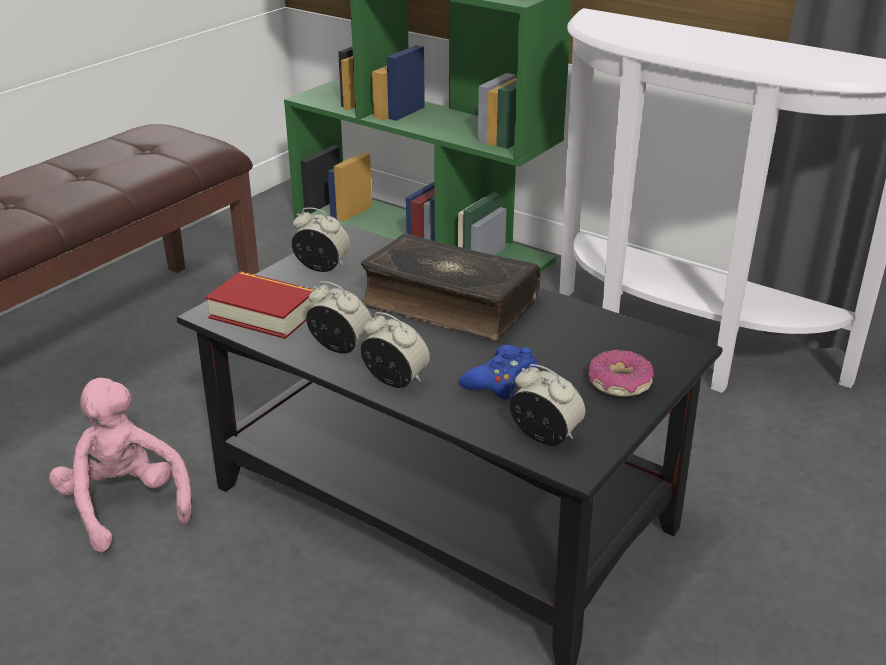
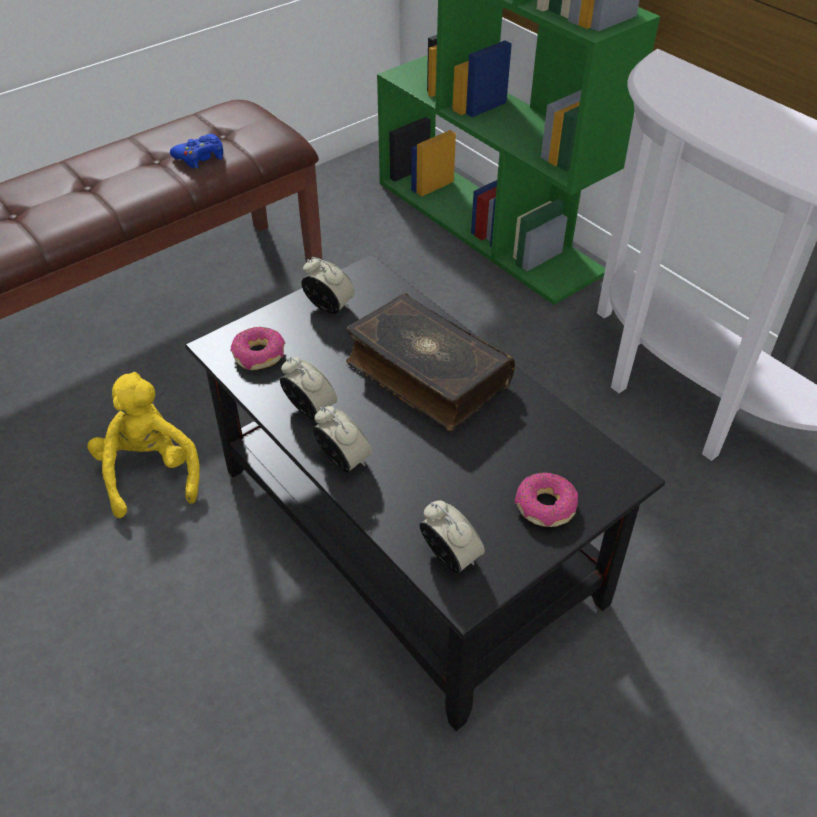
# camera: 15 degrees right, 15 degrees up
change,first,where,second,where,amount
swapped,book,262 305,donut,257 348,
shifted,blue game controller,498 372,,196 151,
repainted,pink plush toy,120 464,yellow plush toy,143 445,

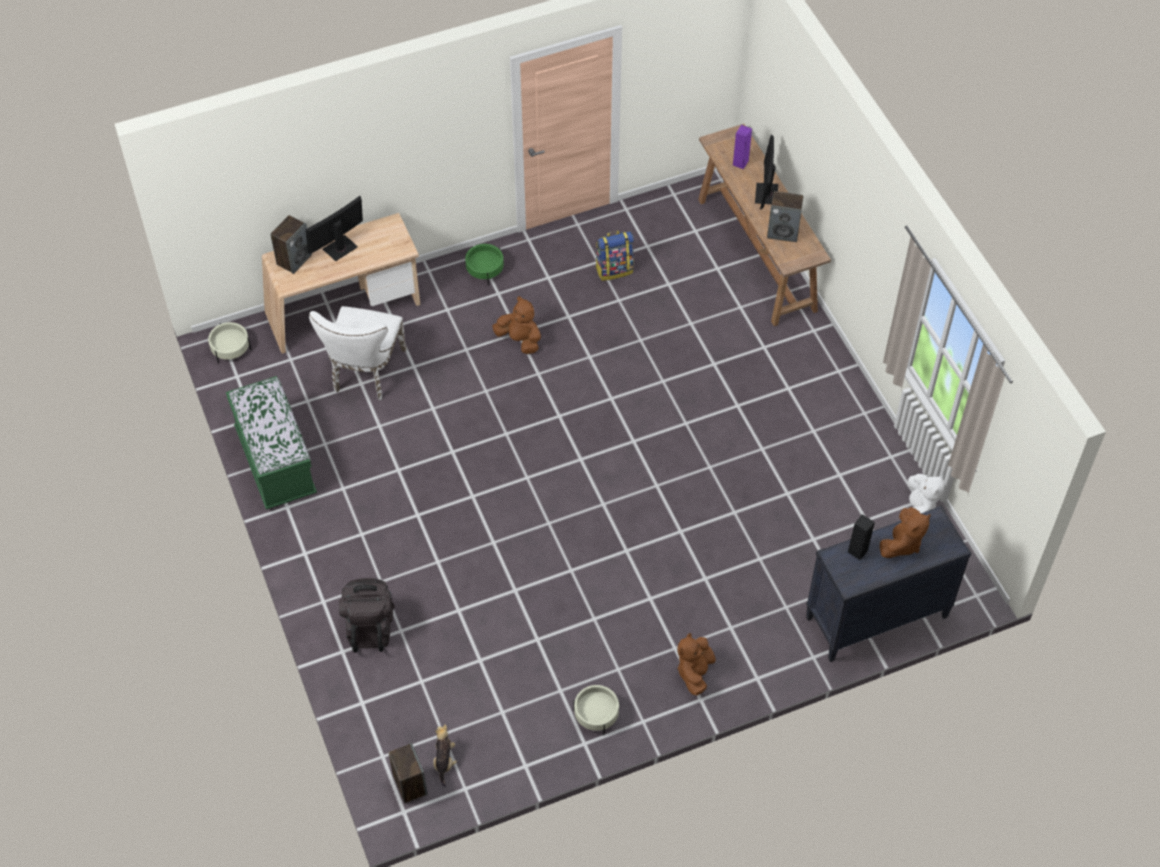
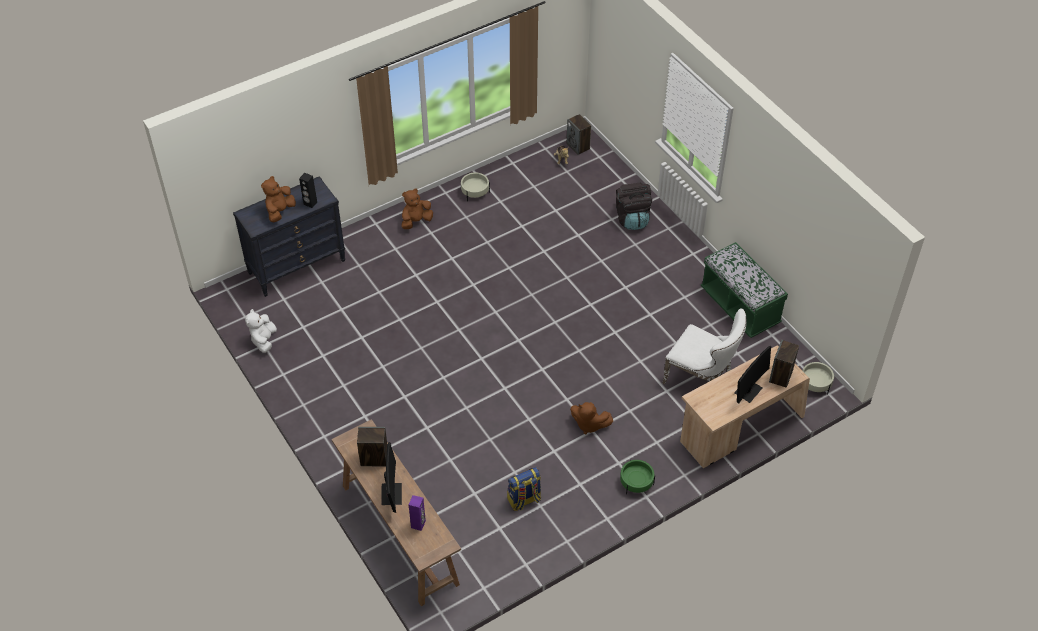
# camera: 170 degrees right, 5 degrees down
change,first,where,second,where,amount
rotated,white chair,357 353,,704 346,120 degrees clockwise
rotated,brown plush toy,697 664,,417 208,135 degrees counterclockwise

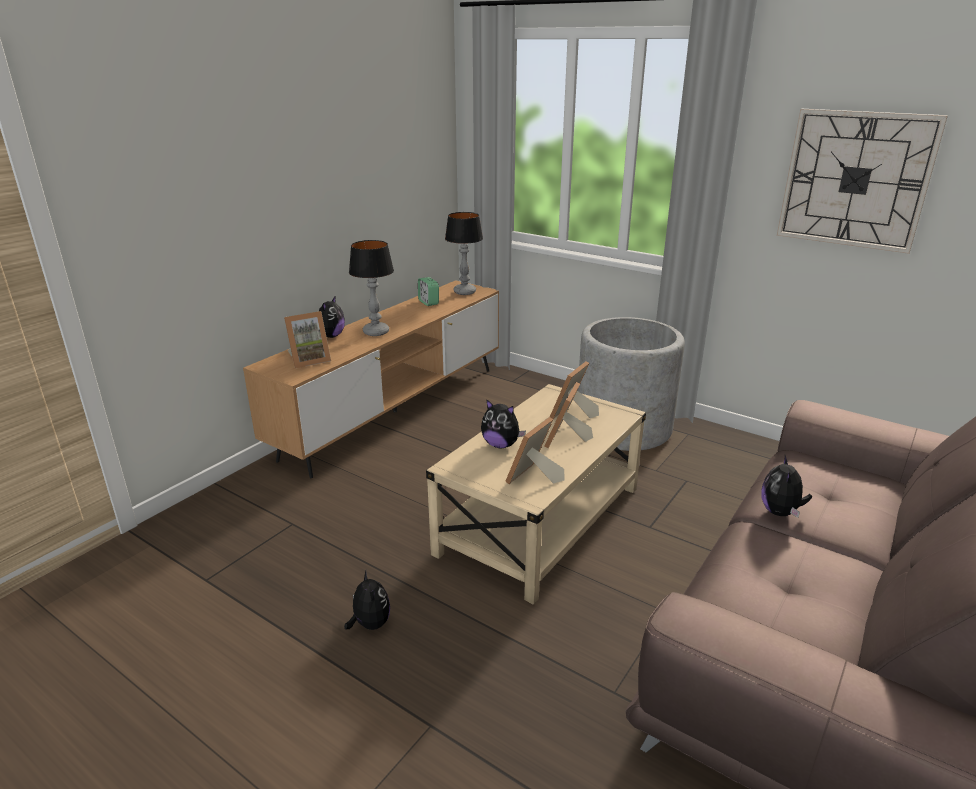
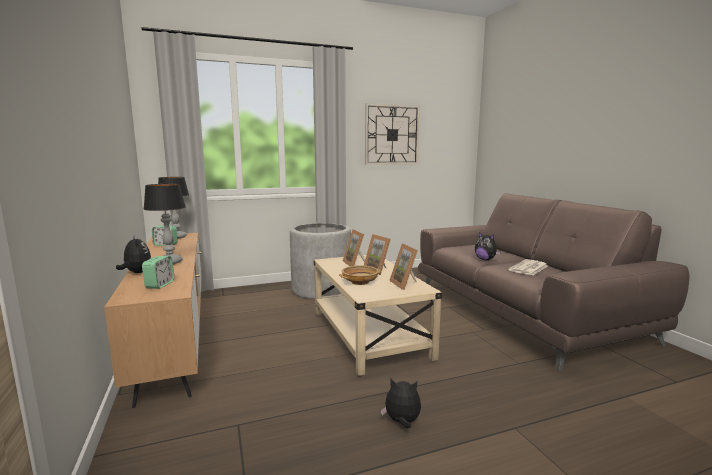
# camera: 55 degrees left, 15 degrees down
change,first,where,second,where,amount
swapped,picture frame,307 339,alarm clock,158 272,
swapped,plush toy,503 423,beige bowl,360 275,
new,,,newspaper,528 267,

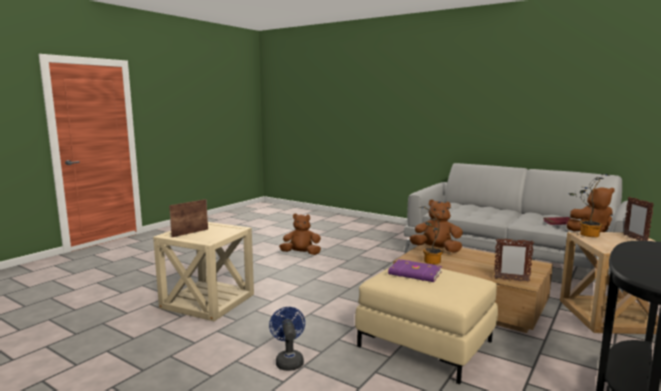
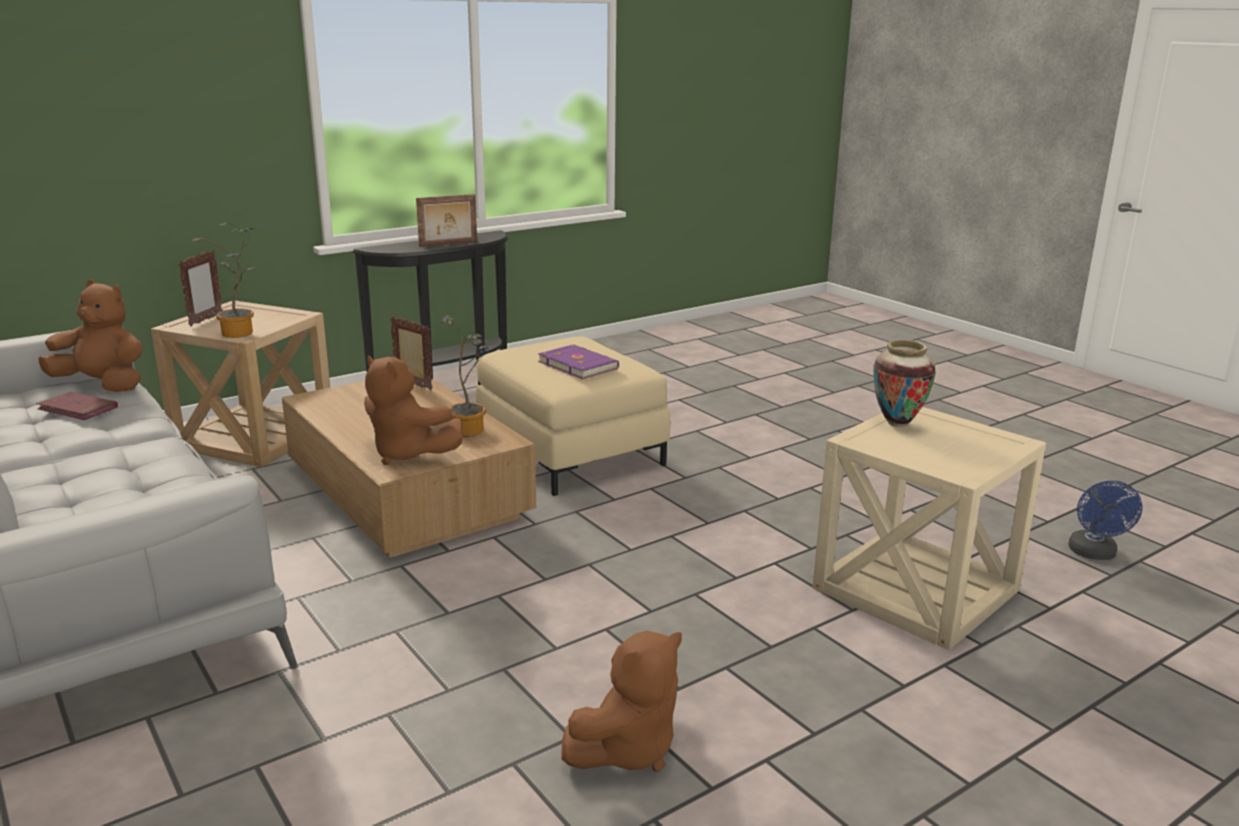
# camera: 160 degrees left, 10 degrees up
change,first,where,second,where,amount
shifted,picture frame,188 218,,446 220,
rotated,brown plush toy,300 234,,621 701,60 degrees counterclockwise
shifted,blue fan,287 339,,1105 520,
new,,,vase,904 383,

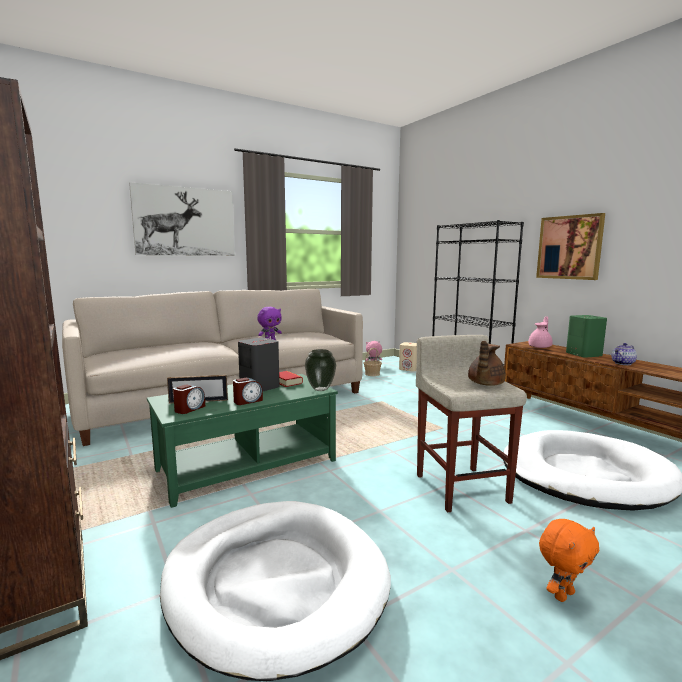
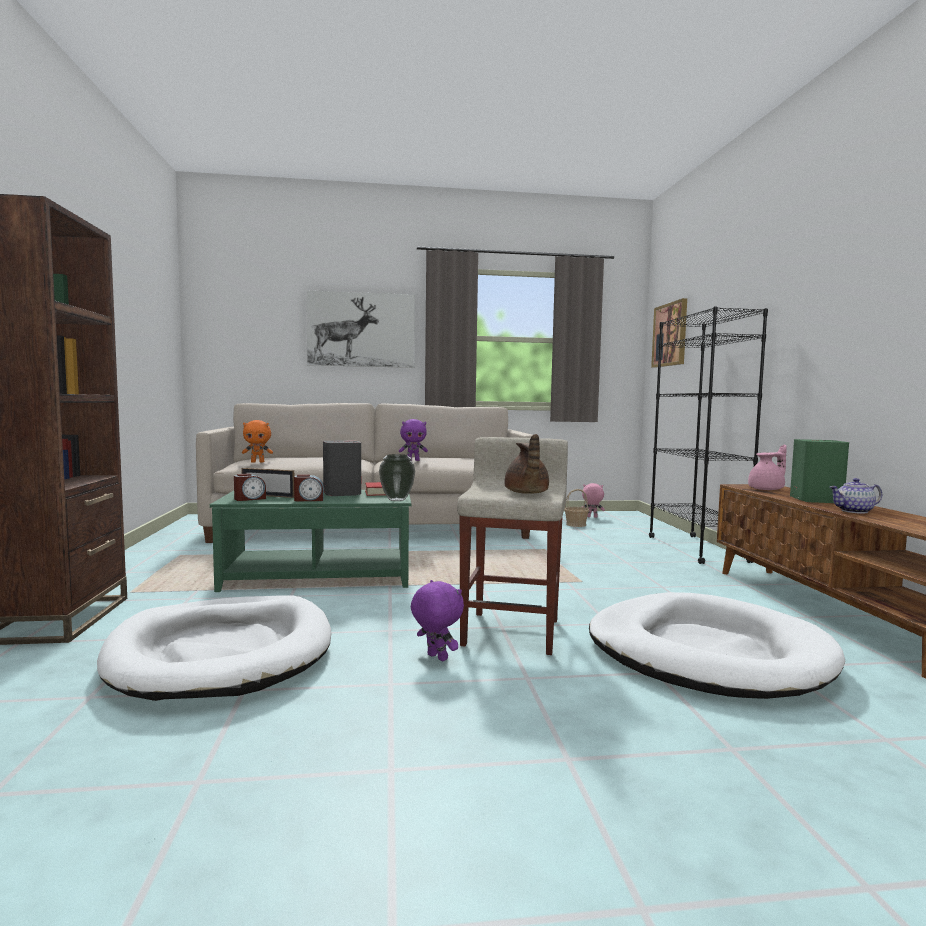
# camera: 25 degrees right, 5 degrees down
change,first,where,second,where,amount
shifted,picture,570 246,,669 333,
rotated,brown teapot,487 363,,526 464,60 degrees counterclockwise
gone,beige speaker,408 356,,,
shifted,orange plush toy,569 560,,257 441,
new,,,purple plush toy,437 620,

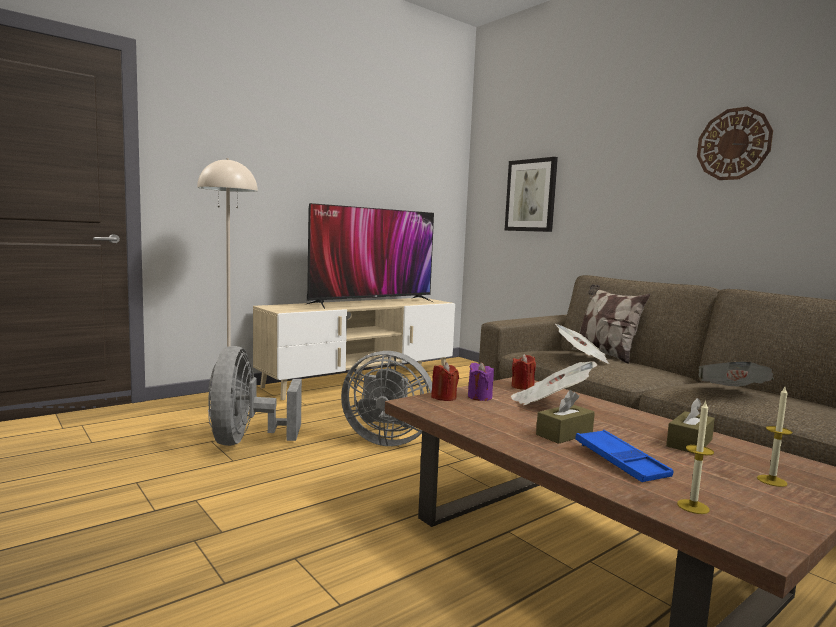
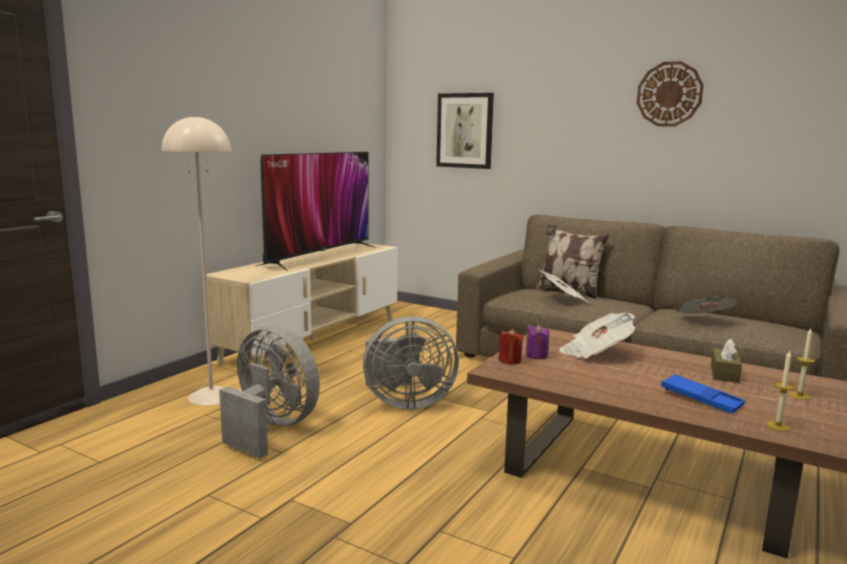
# camera: 20 degrees left, 5 degrees up
change,first,where,second,where,amount
rotated,grey fan,255 396,,269 392,150 degrees clockwise
gone,red candle,524 372,,,
gone,brown tissue box,565 417,,,

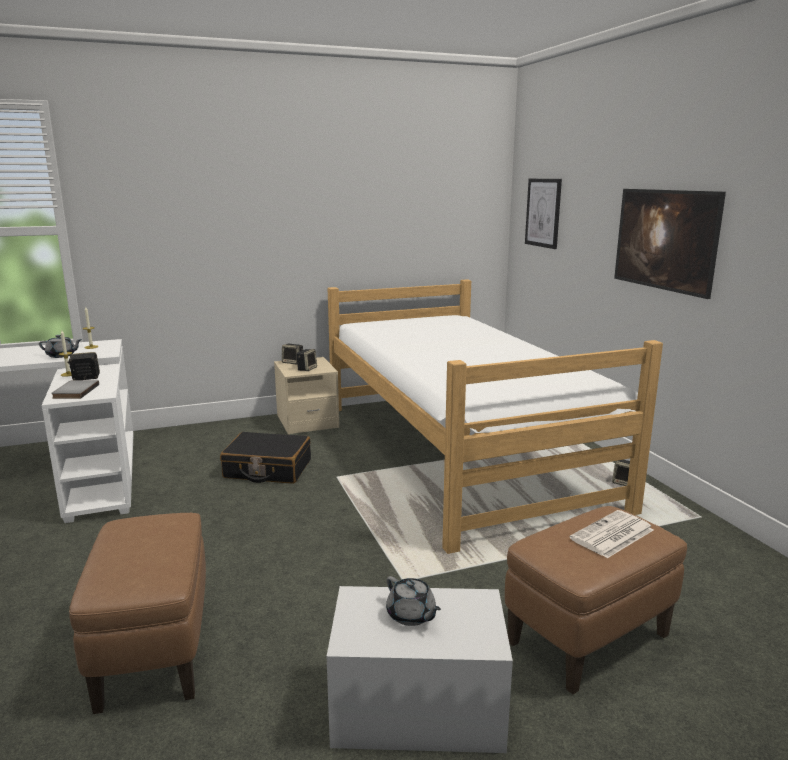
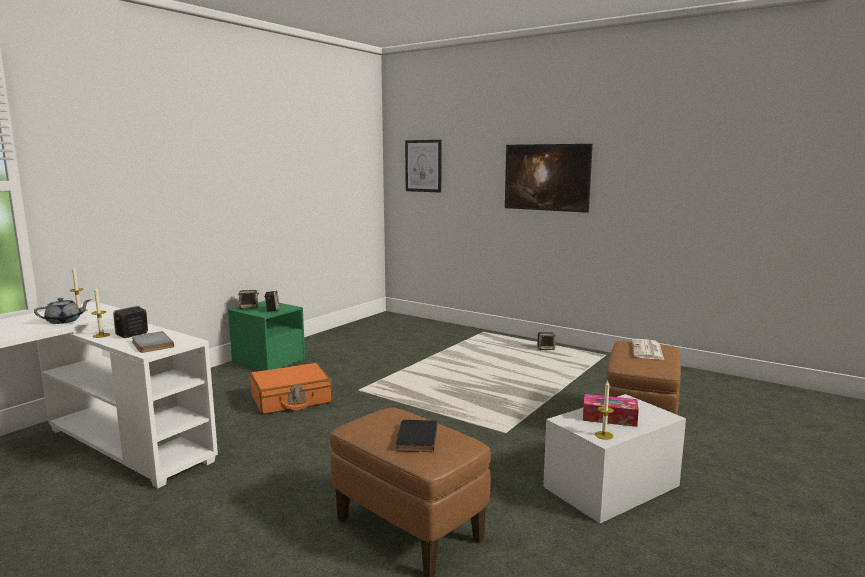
# camera: 35 degrees left, 5 degrees down
change,first,where,second,where,amount
gone,bed,495 416,,,
repainted,beige nightstand,306 395,green nightstand,266 336,
repainted,black suitcase,265 458,orange suitcase,291 388,
swapped,grey teapot,413 601,tissue box,611 410,
new,,,candle,604 410,
new,,,black book,417 436,

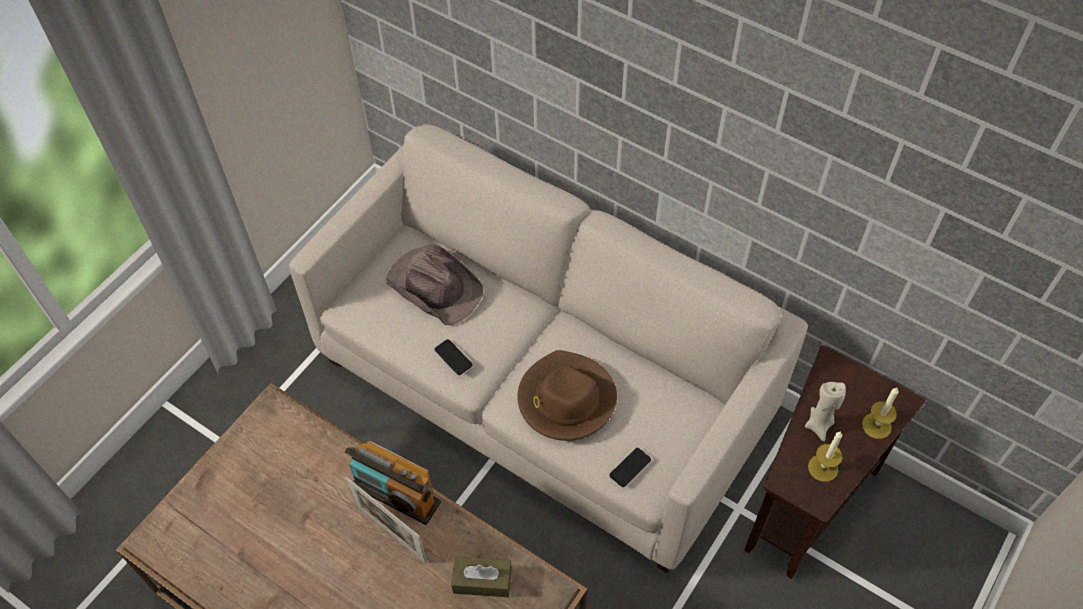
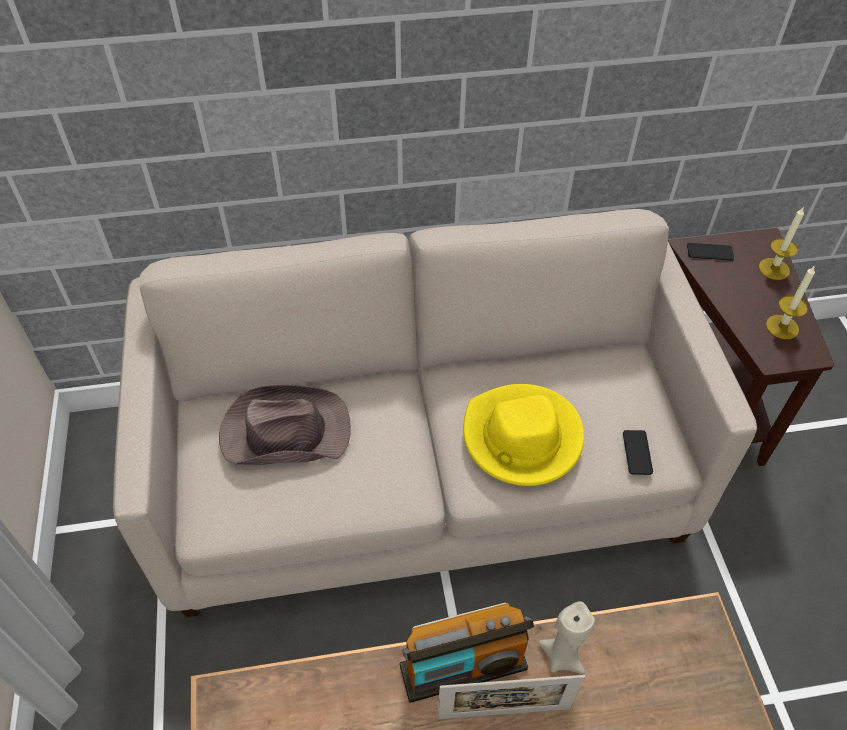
# camera: 45 degrees left, 5 degrees down
change,first,where,second,where,amount
shifted,phone,453 357,,710 252,
repainted,brown hat,567 395,yellow hat,523 435,
shifted,beige candle,825 412,,567 637,
gone,brown tissue box,481 576,,,

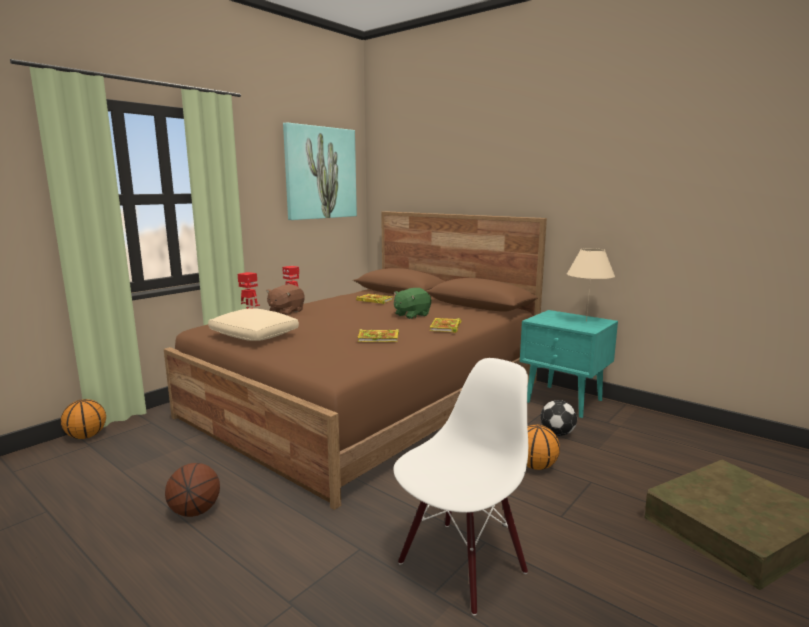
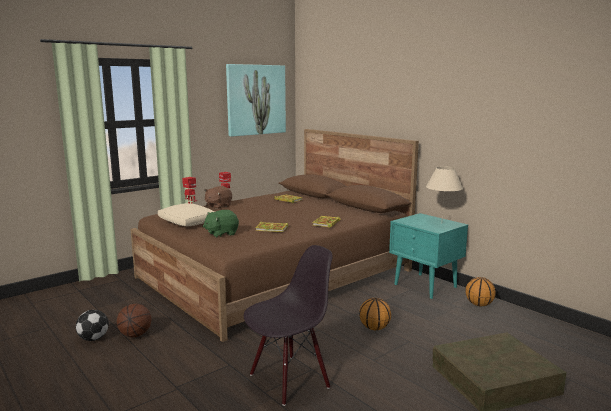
# camera: 10 degrees right, 0 degrees up
change,first,where,second,where,amount
shifted,green plush toy,412 303,,221 224,
repainted,white chair,460 487,black chair,288 325,
shifted,basketball,83 419,,480 291,
shifted,football,558 418,,92 325,

